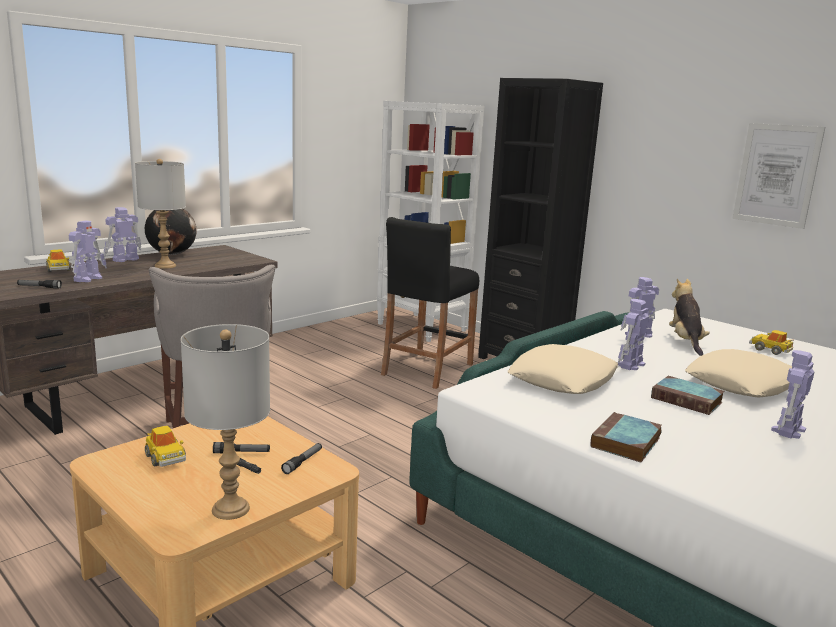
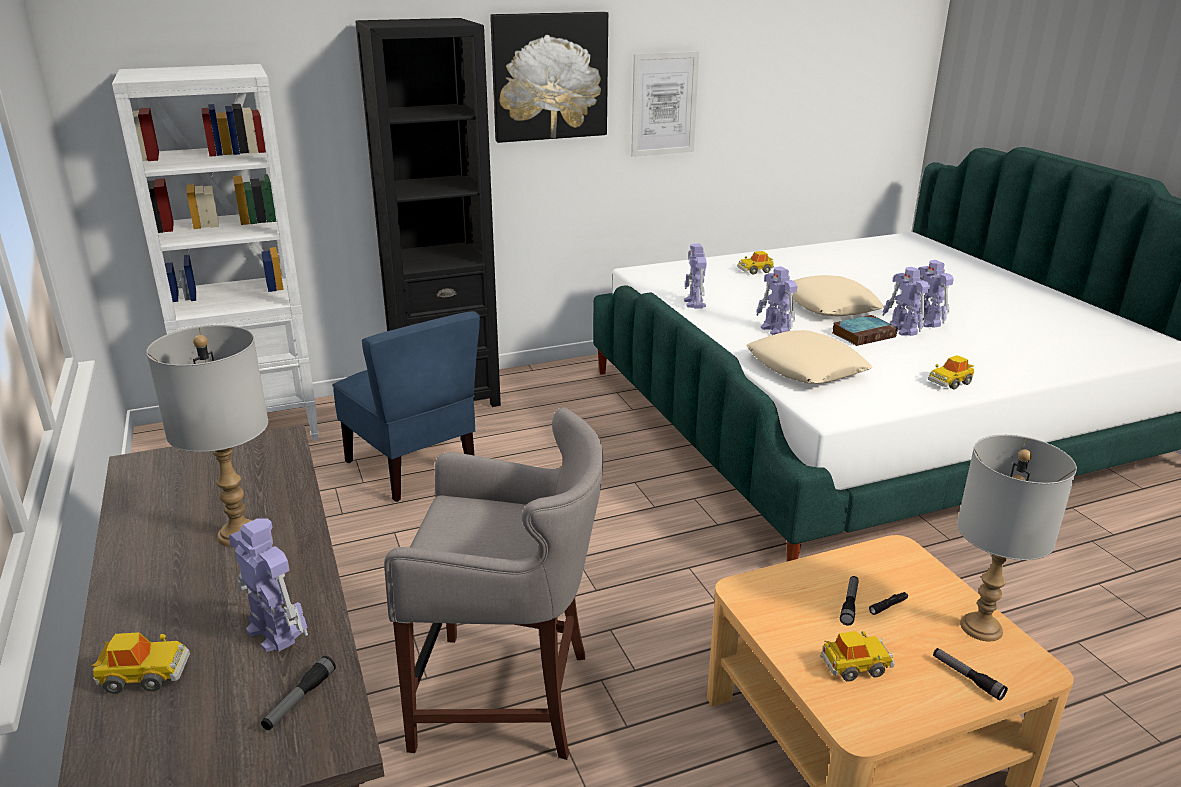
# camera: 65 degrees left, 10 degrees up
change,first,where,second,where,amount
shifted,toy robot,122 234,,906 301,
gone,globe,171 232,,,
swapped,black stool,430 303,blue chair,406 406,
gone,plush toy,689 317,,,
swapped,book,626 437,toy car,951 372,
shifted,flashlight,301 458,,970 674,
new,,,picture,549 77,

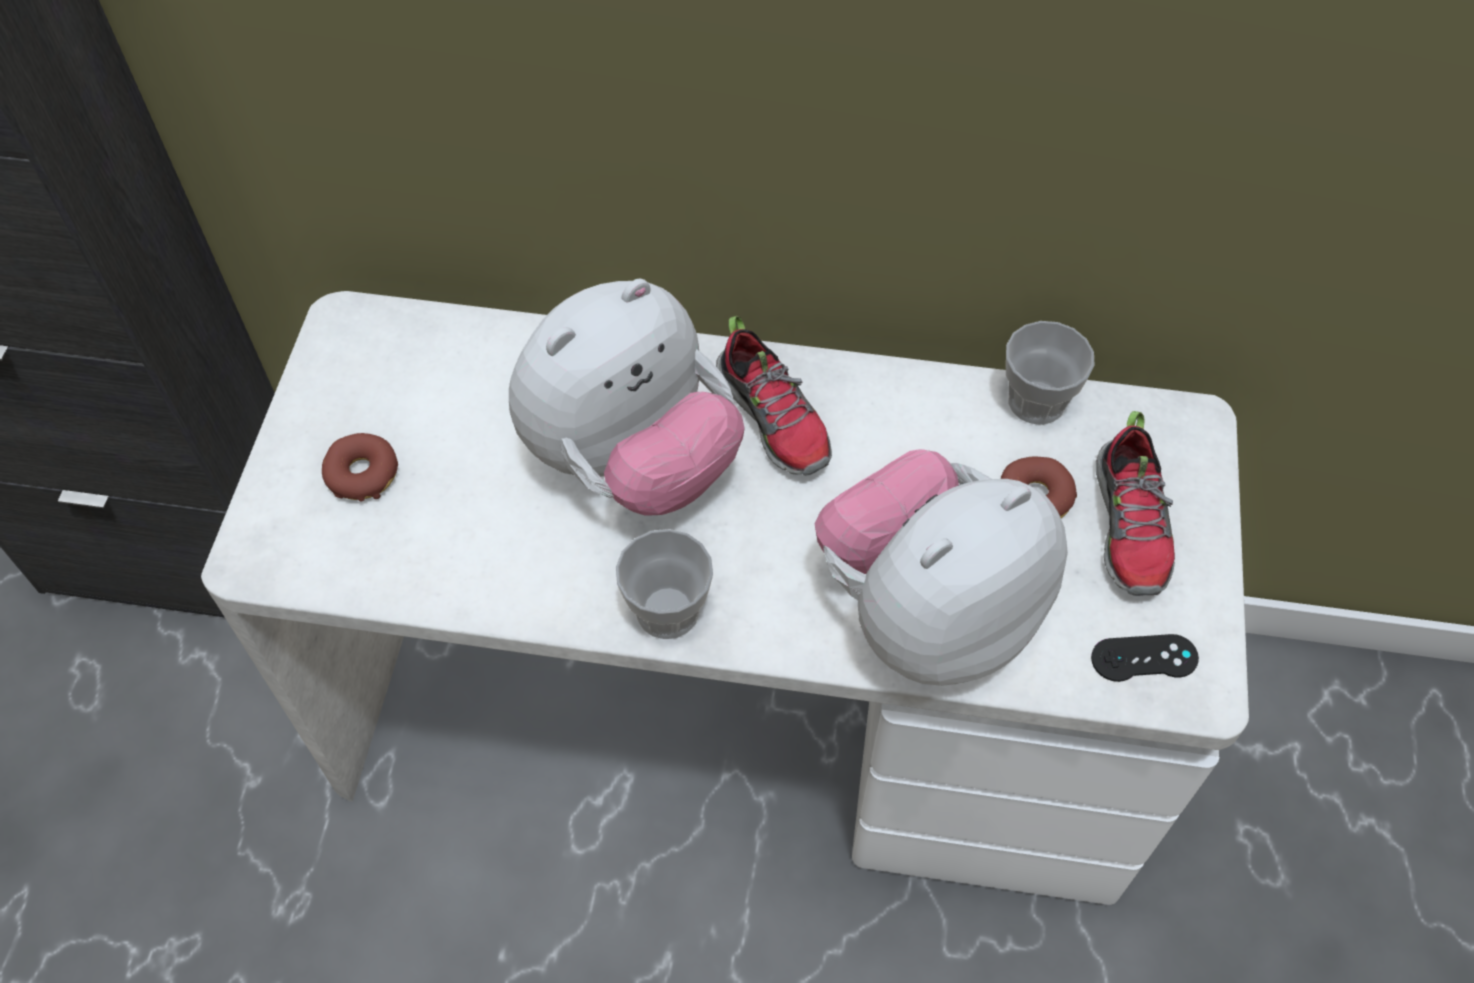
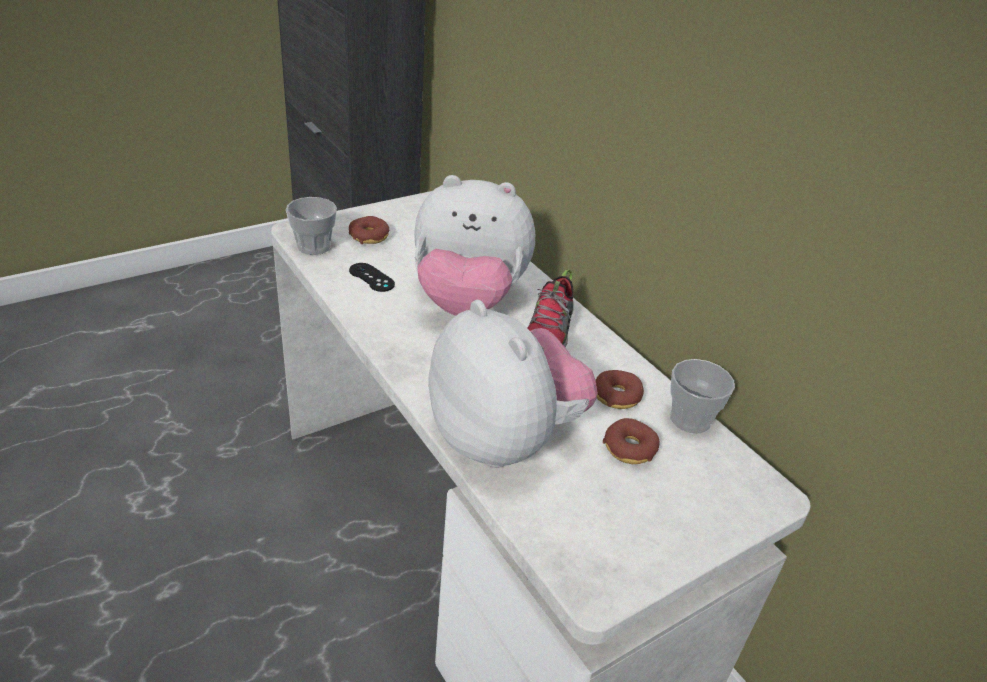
# camera: 45 degrees right, 20 degrees down
change,first,where,second,where,amount
gone,shoe,1135 503,,,
rotated,plush toy,941 567,,513 384,45 degrees clockwise
shifted,cup,664 584,,311 226,
shifted,black game controller,1145 658,,372 277,
new,,,donut,619 389,

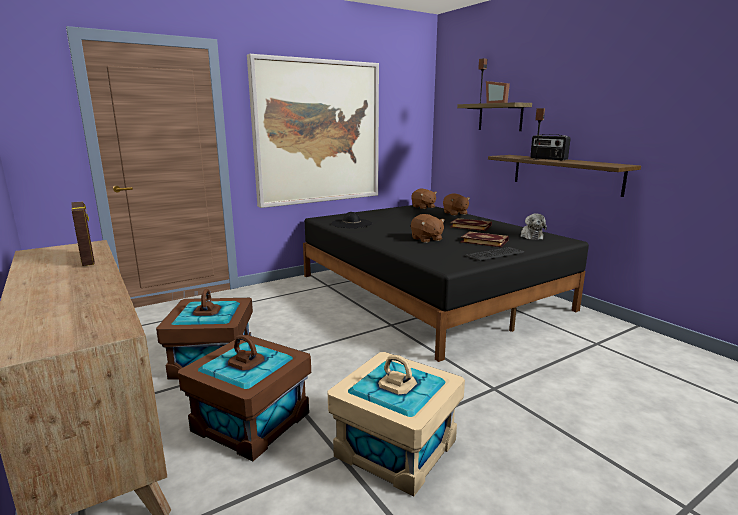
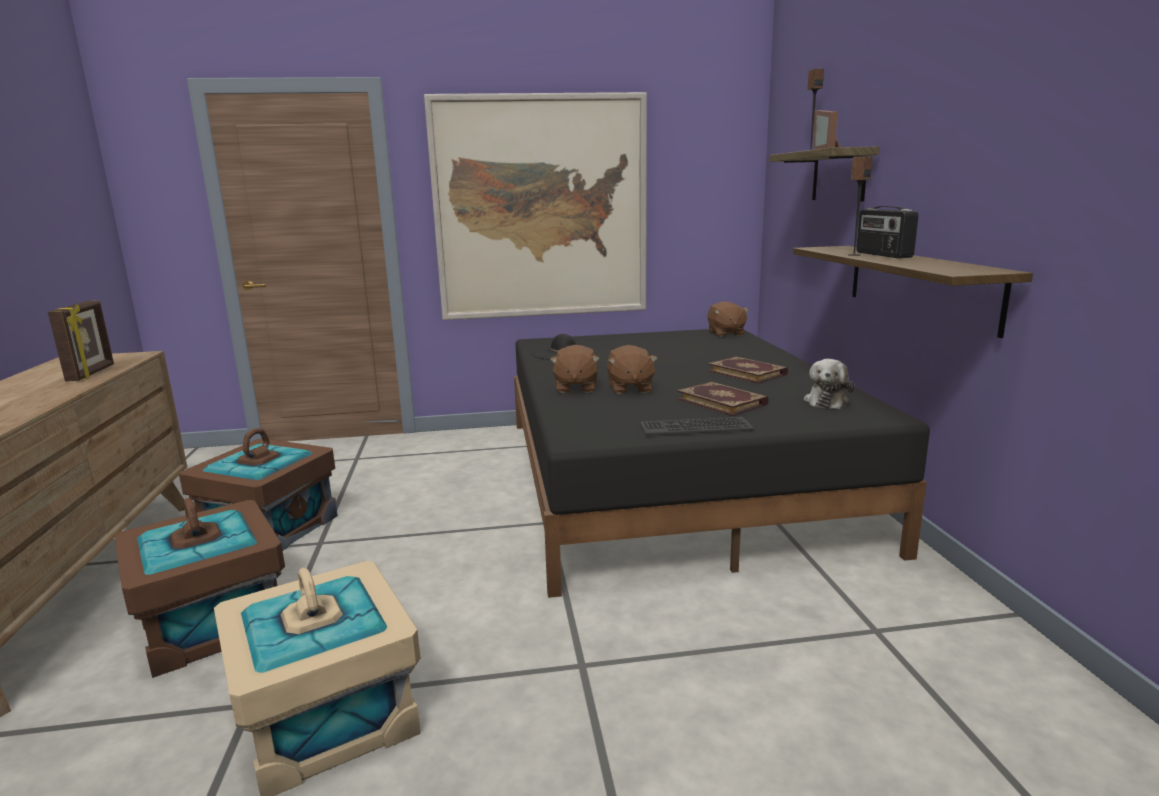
# camera: 25 degrees right, 0 degrees up
change,first,where,second,where,amount
shifted,brown plush toy,456 204,,575 369,

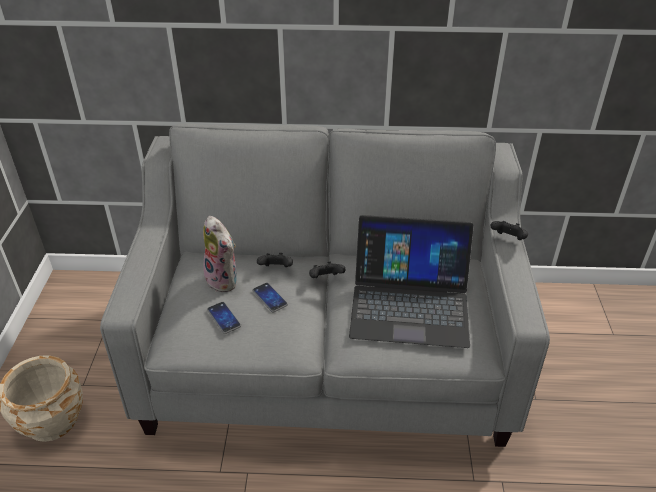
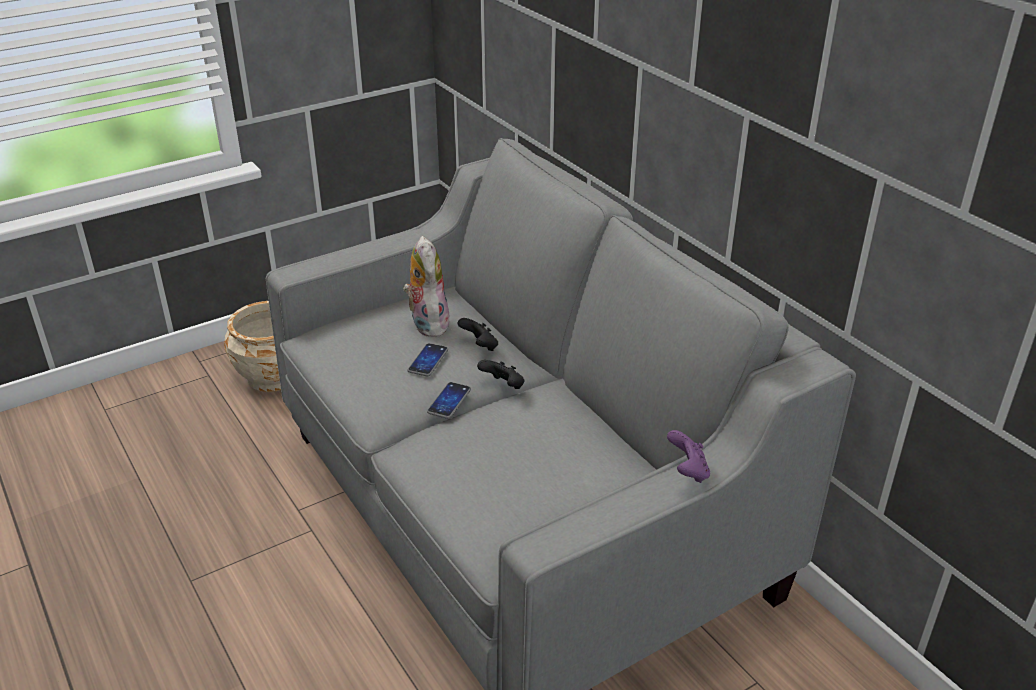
# camera: 55 degrees right, 5 degrees down
change,first,where,second,where,amount
gone,laptop,411 281,,,
rotated,plush toy,219 254,,426 286,150 degrees clockwise
repainted,black game controller,509 230,purple game controller,688 456,
shifted,phone,224 318,,449 400,

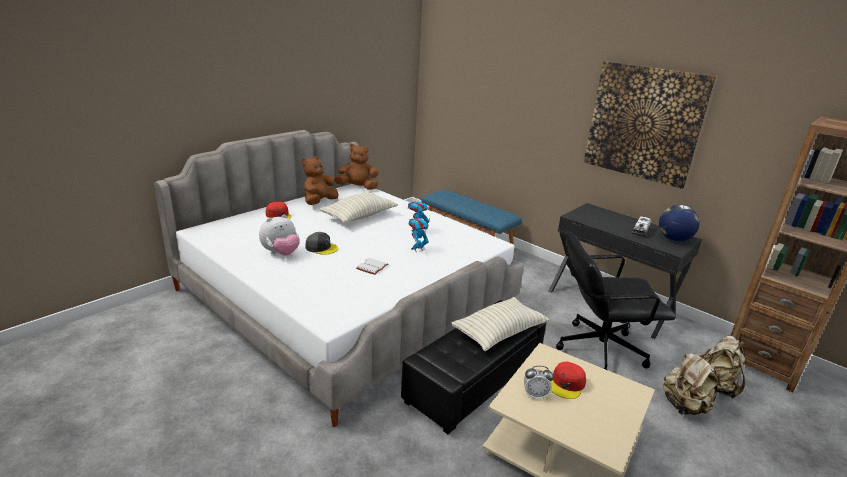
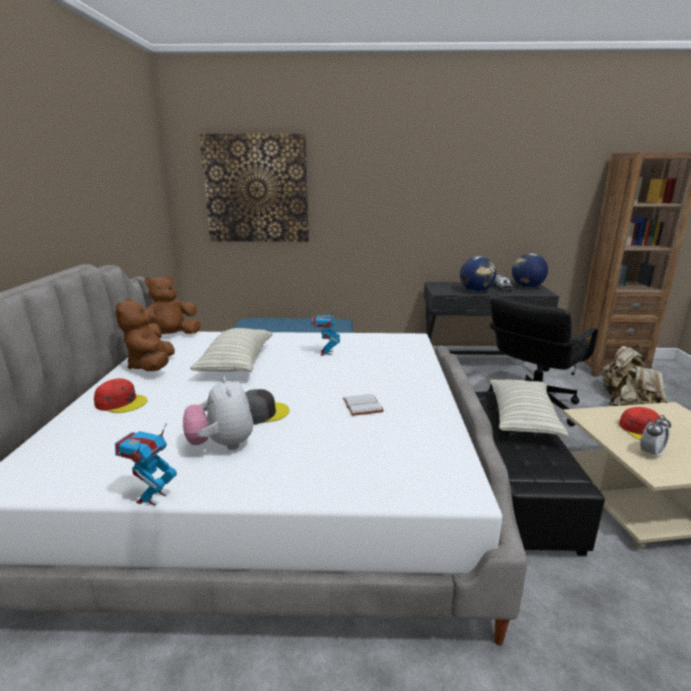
# camera: 40 degrees left, 5 degrees down
change,first,where,second,where,amount
shifted,picture,650 125,,254 188,
rotated,plush toy,279 234,,218 413,150 degrees clockwise
shifted,toy robot,419 235,,146 464,
new,,,globe,478 274,

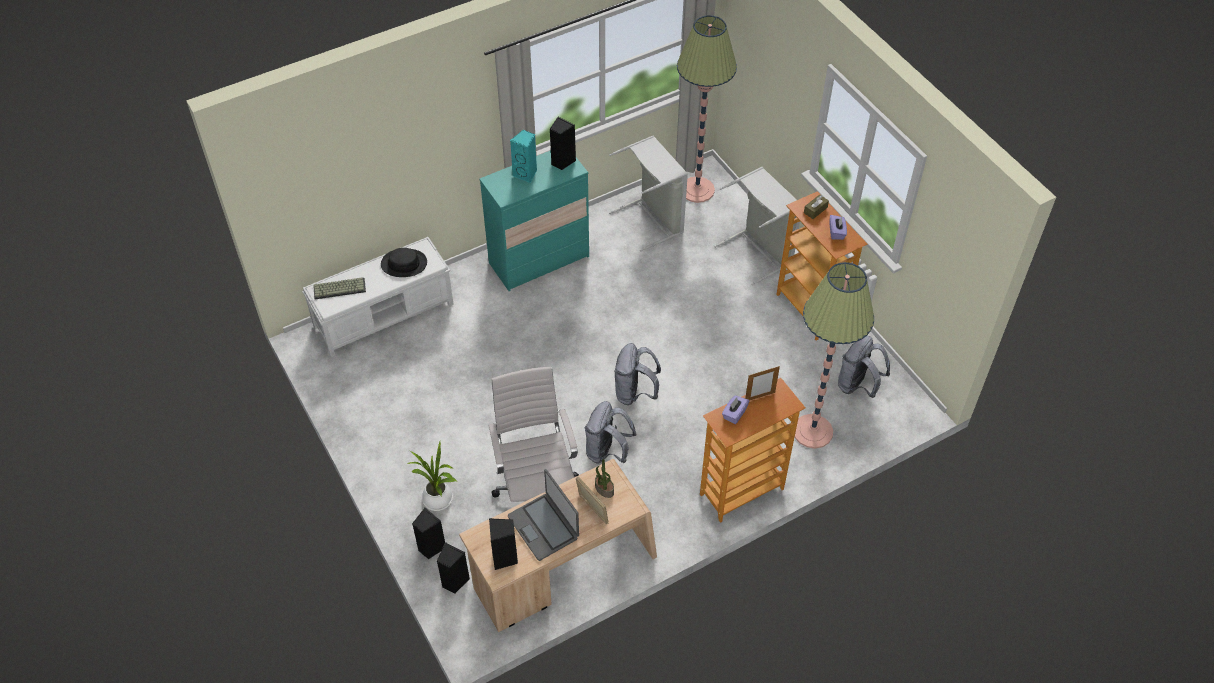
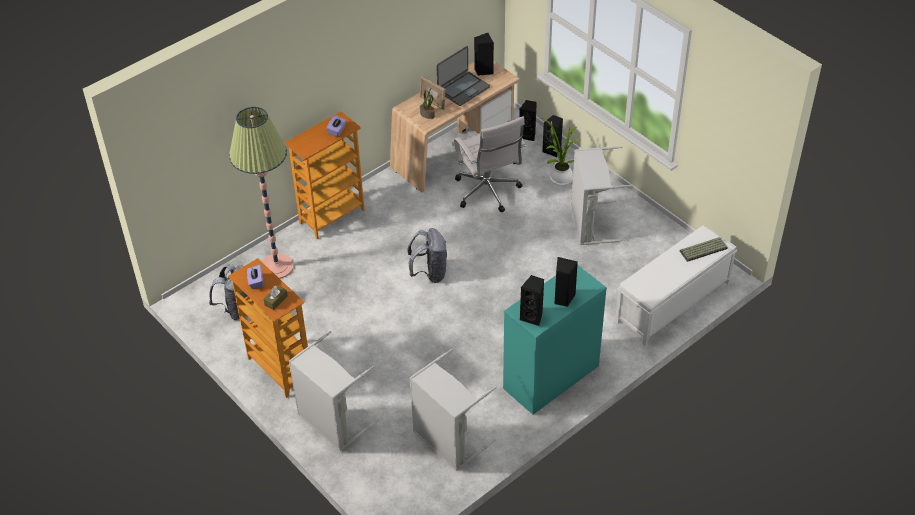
# camera: 170 degrees right, 5 degrees down
change,first,where,second,where,amount
gone,floor lamp,707 109,,,
repainted,turquoise speaker,523 156,black speaker,566 282,
gone,black hat,404 262,,,
gone,picture frame,762 383,,,
gone,grey backpack,611 432,,,
rotated,laptop,543 515,,463 76,90 degrees clockwise
new,,,grey laundry basket,602 195,

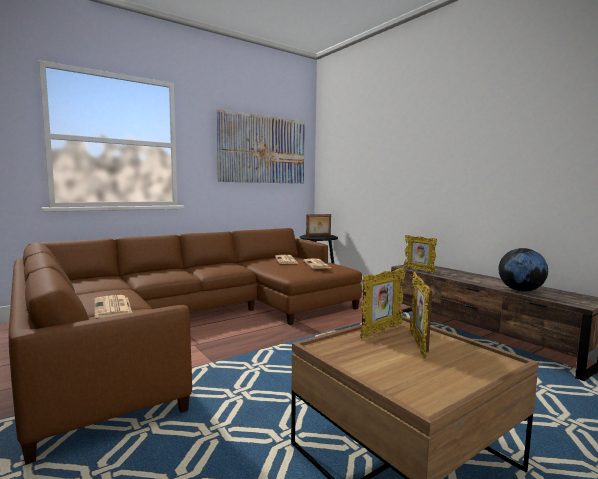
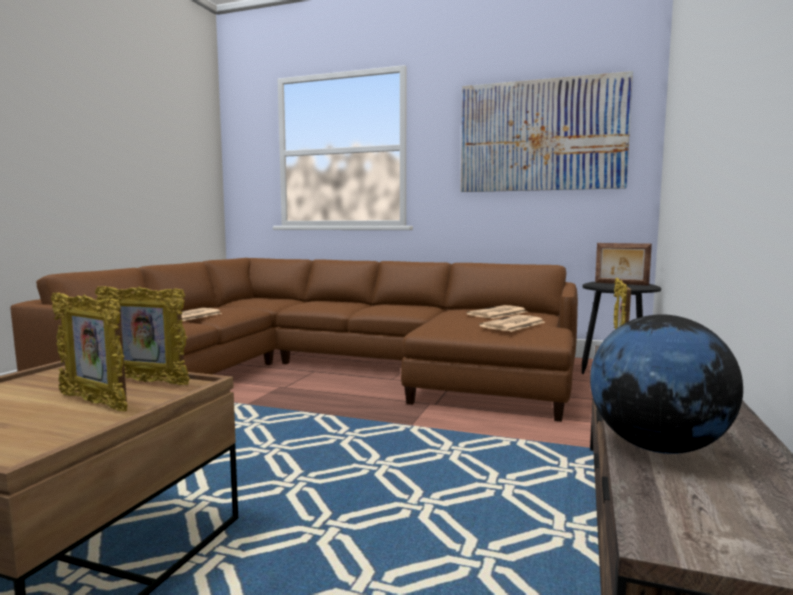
# camera: 55 degrees right, 0 degrees up
change,first,where,second,where,amount
rotated,picture frame,421 315,,89 352,120 degrees counterclockwise

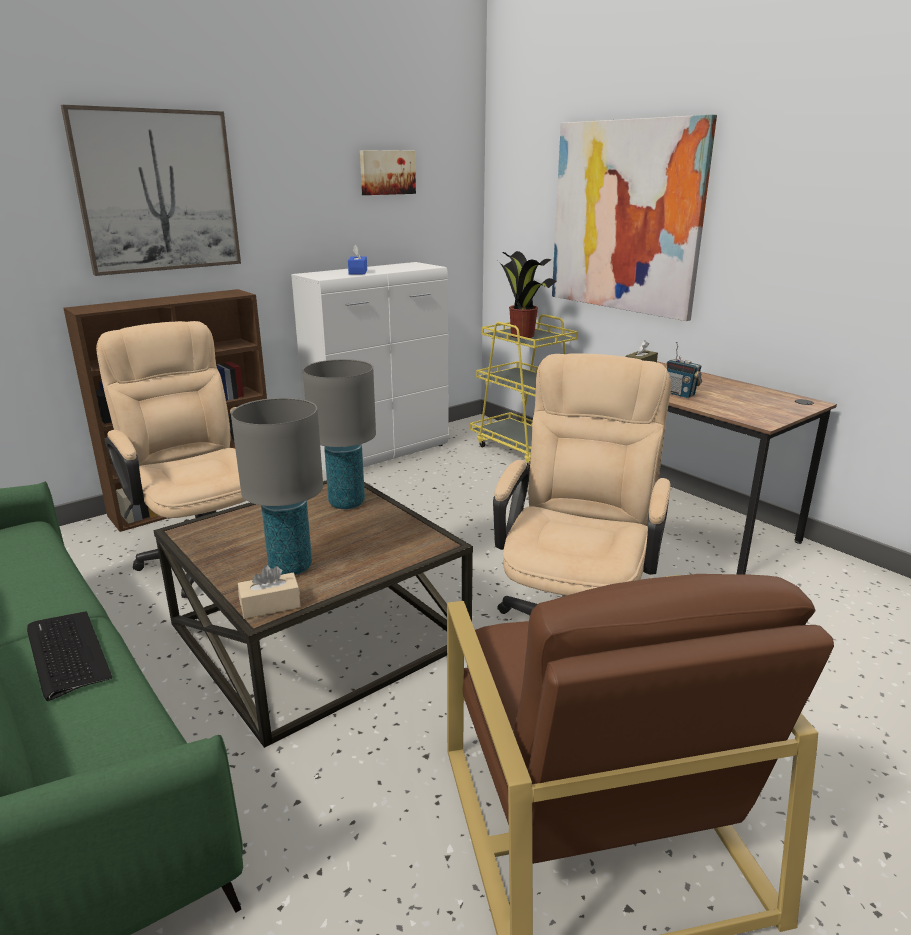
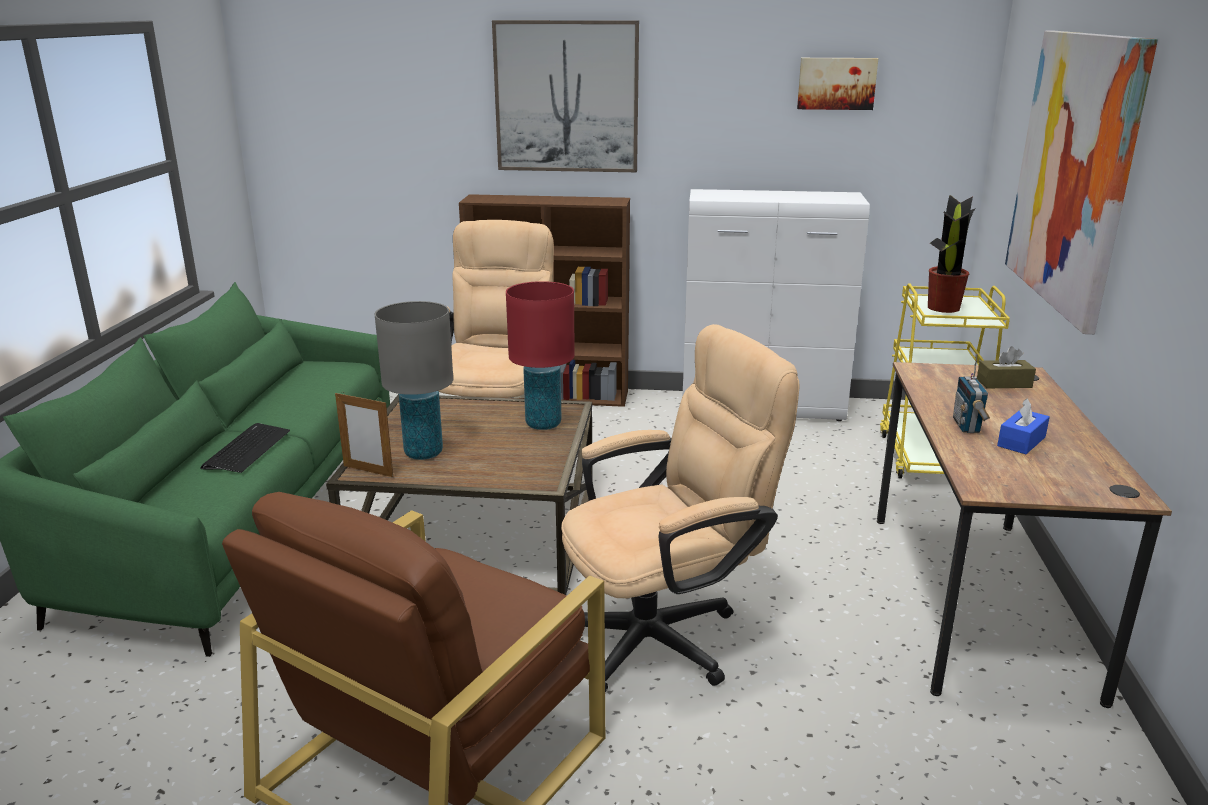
# camera: 45 degrees right, 0 degrees up
change,first,where,second,where,amount
shifted,blue tissue box,357 259,,1023 426,
repainted,grey table lamp,339 434,red table lamp,540 355,
swapped,beige tissue box,269 592,picture frame,364 434,

